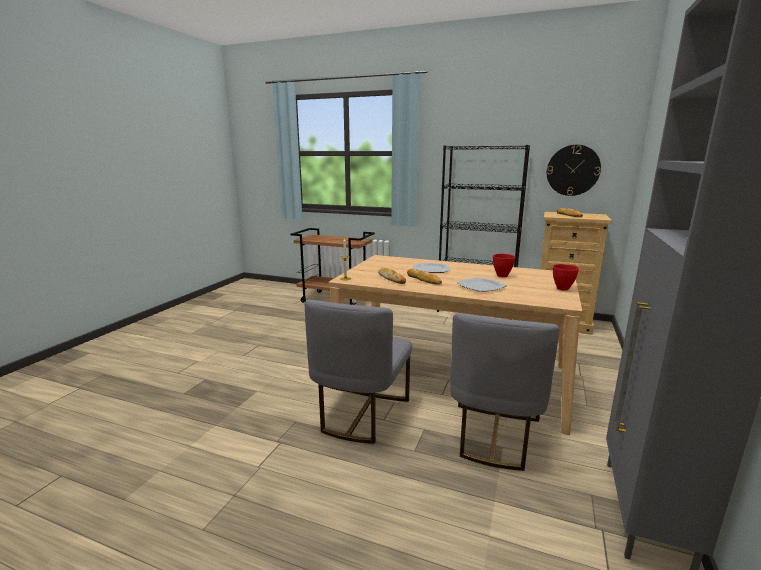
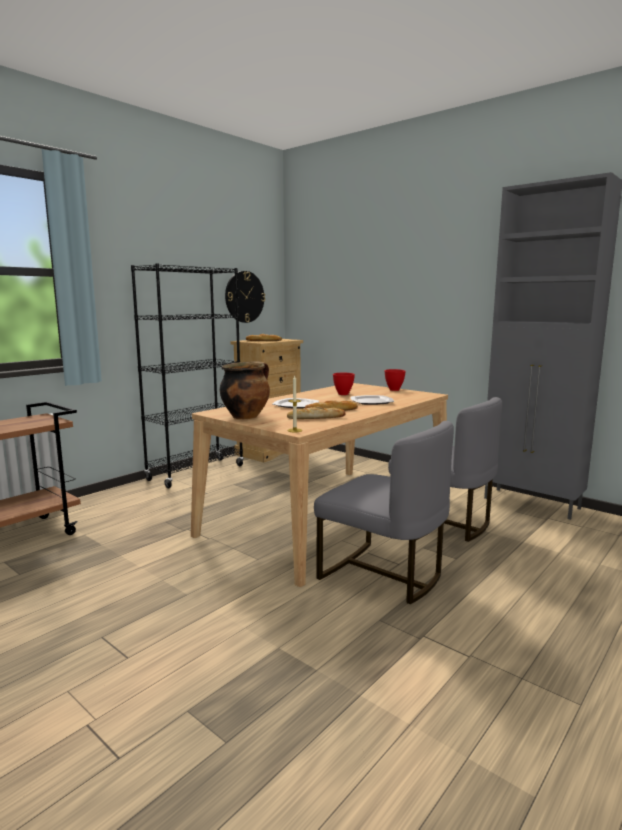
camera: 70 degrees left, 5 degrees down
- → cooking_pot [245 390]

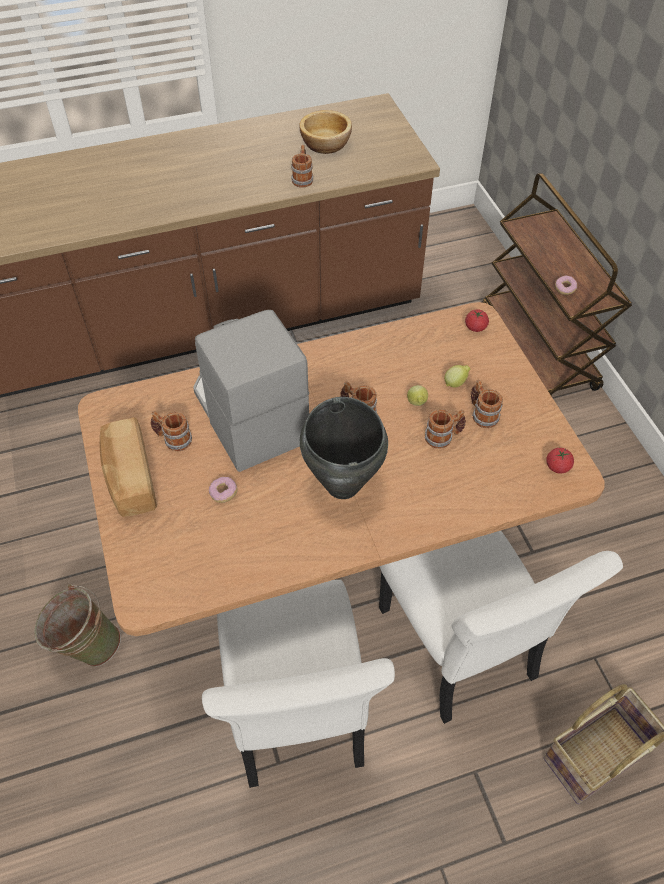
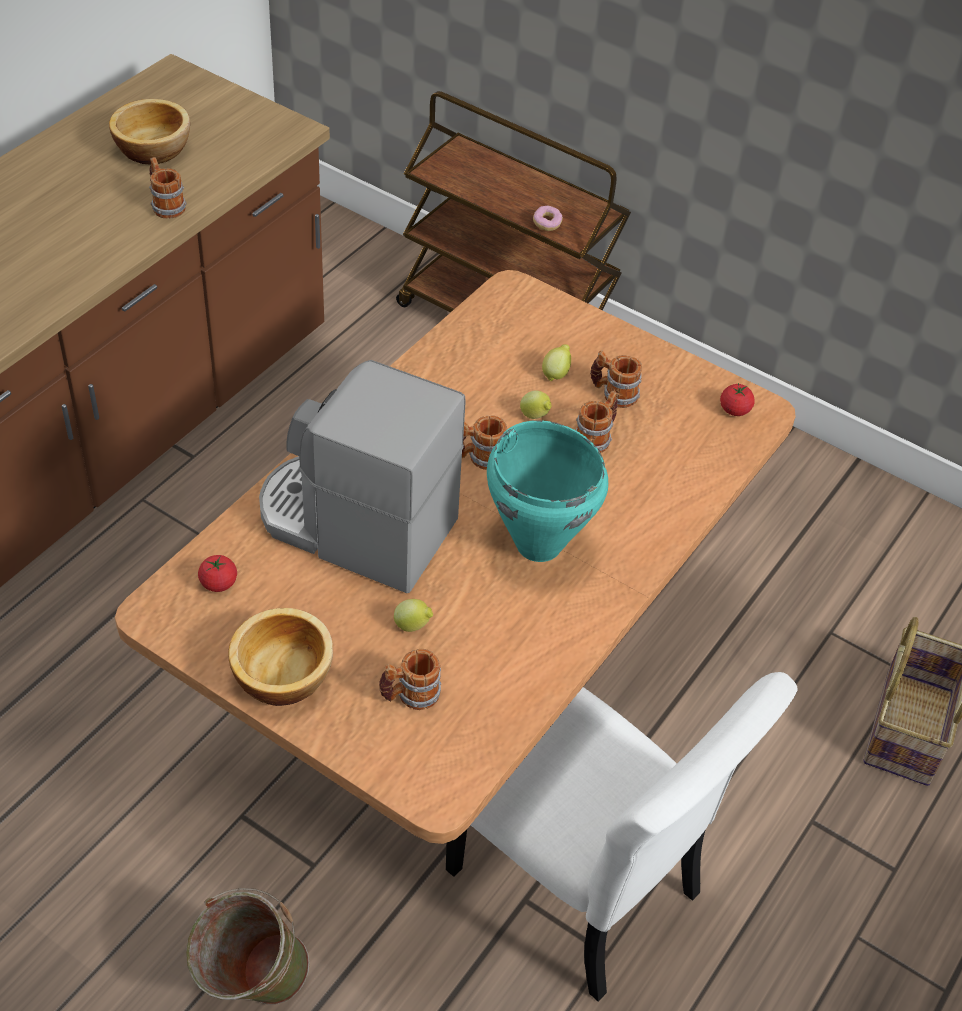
camera: 40 degrees left, 5 degrees down
tomato [477 320] → tomato [217 573], relocated
bread [128 467] → bowl [280 657]
mug [171 431] → mug [410 679], relocated
donut [223 490] → lemon [413 615]
black_cooking_pot [344 448] → turquoise_cooking_pot [547 491]
white_chair [501 627] → -

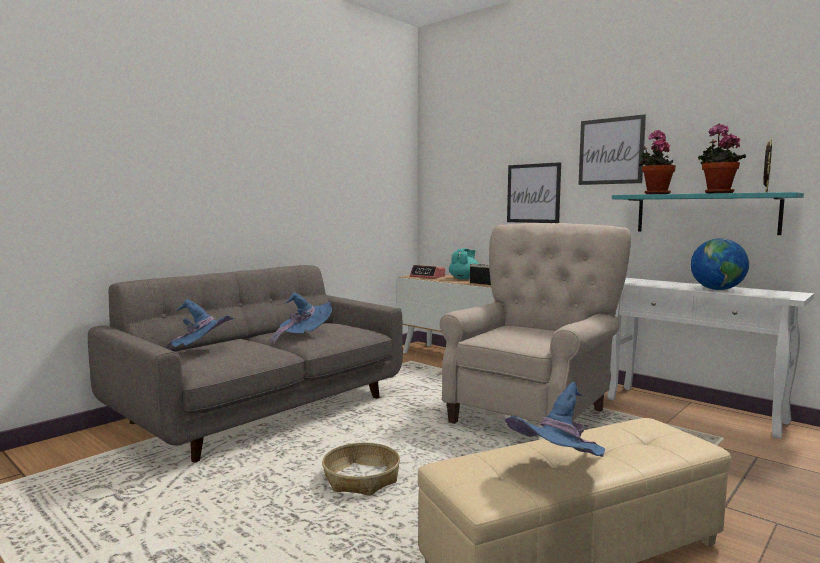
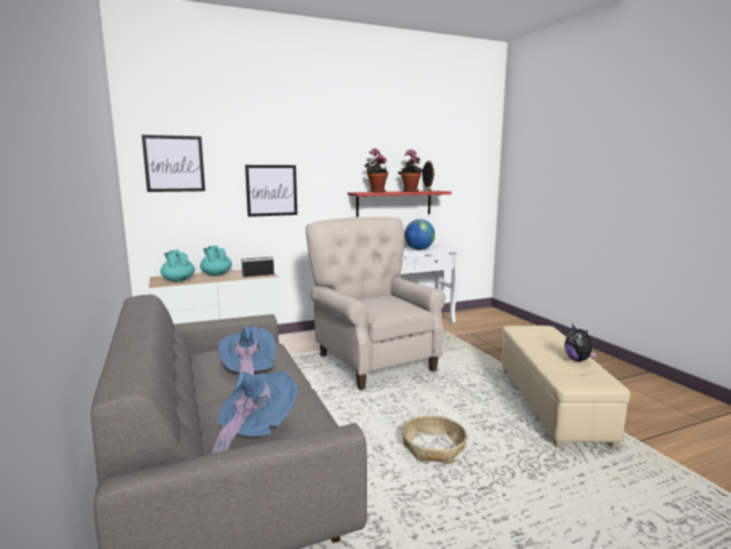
camera: 65 degrees left, 5 degrees up
picture [612 149] → picture [173 163], relocated
alarm_clock [427 272] → turquoise_teapot [177 266]
turquoise_shelf [708 213] → red_shelf [399 204]
blue_hat [555 419] → plush_toy [580 342]

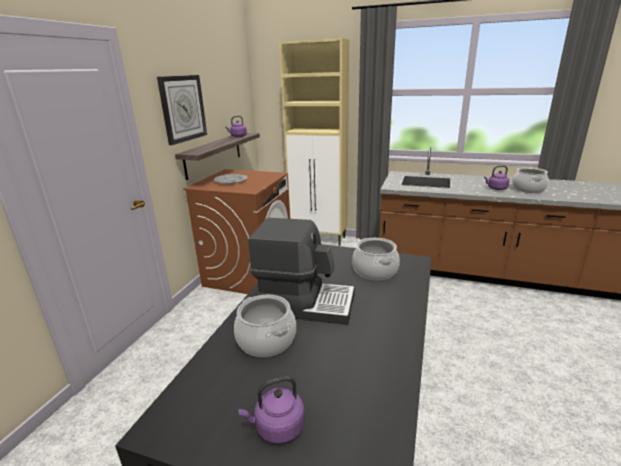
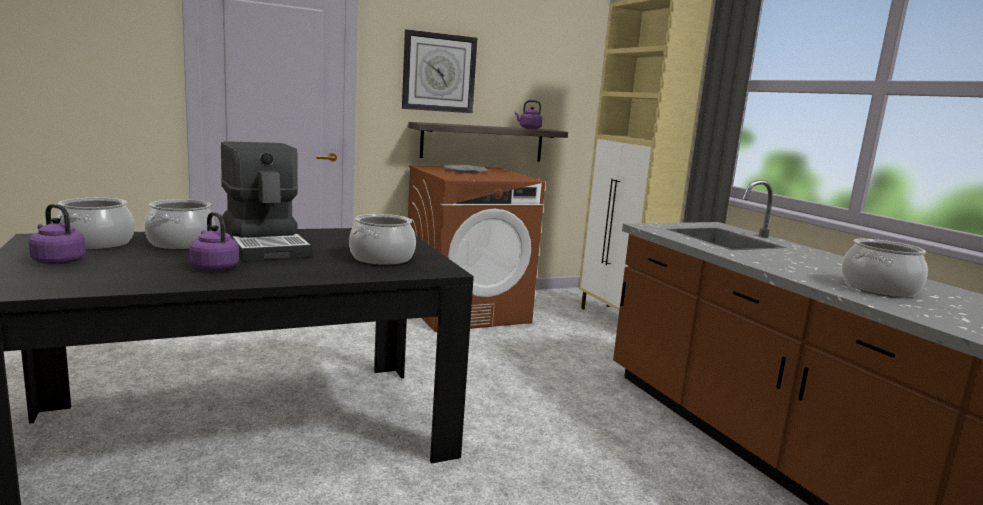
camera: 45 degrees right, 10 degrees down
- → cooking_pot [95 224]
purple_kettle [497 177] → purple_kettle [214 241], relocated

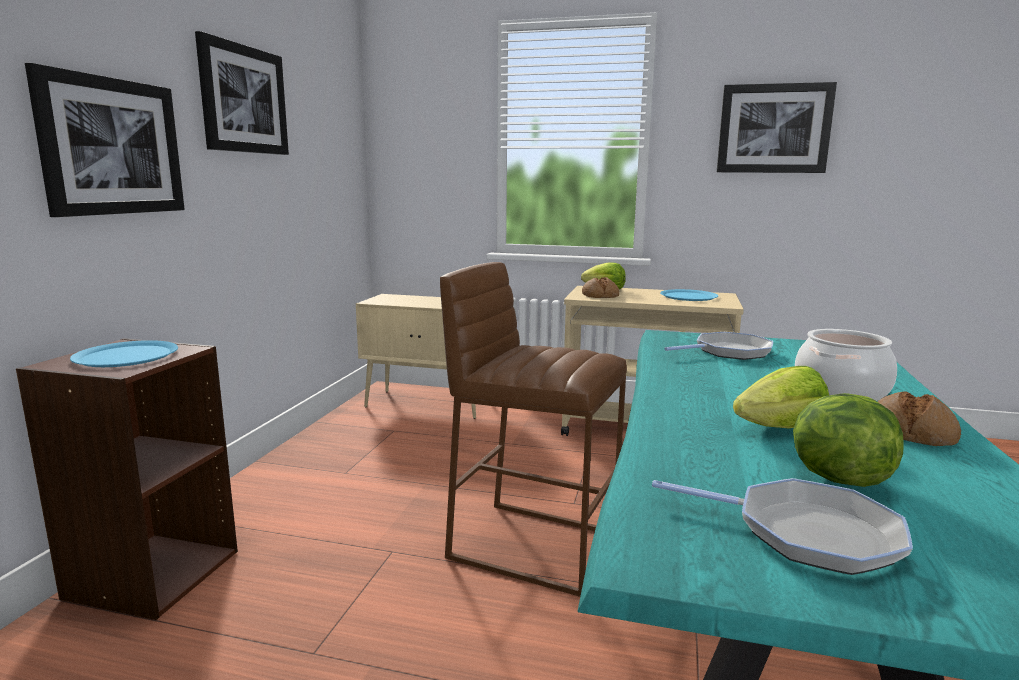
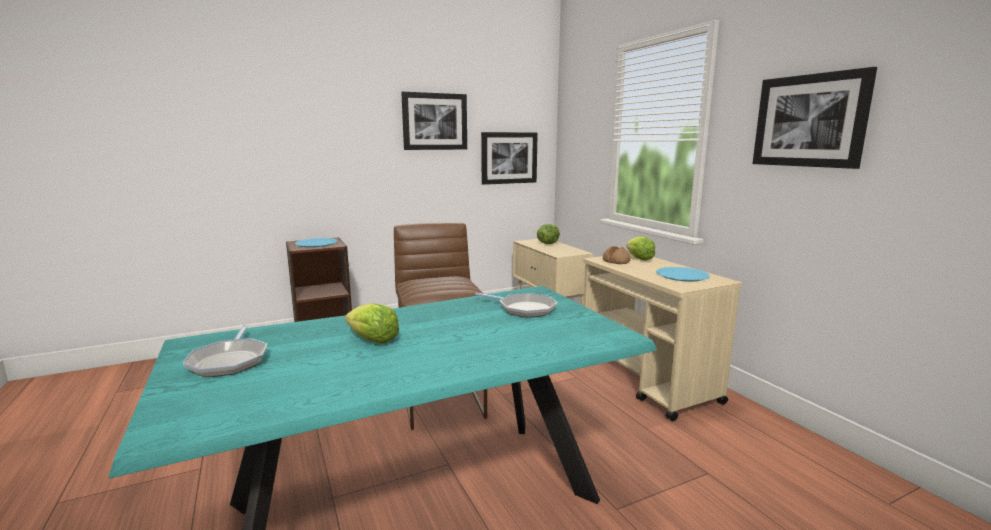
camera: 50 degrees right, 0 degrees up
picture [105 140] → picture [509 158], relocated
lettuce [848 440] → lettuce [548 234], relocated
cooking_pot [846 365] → -
bread [919 418] → -

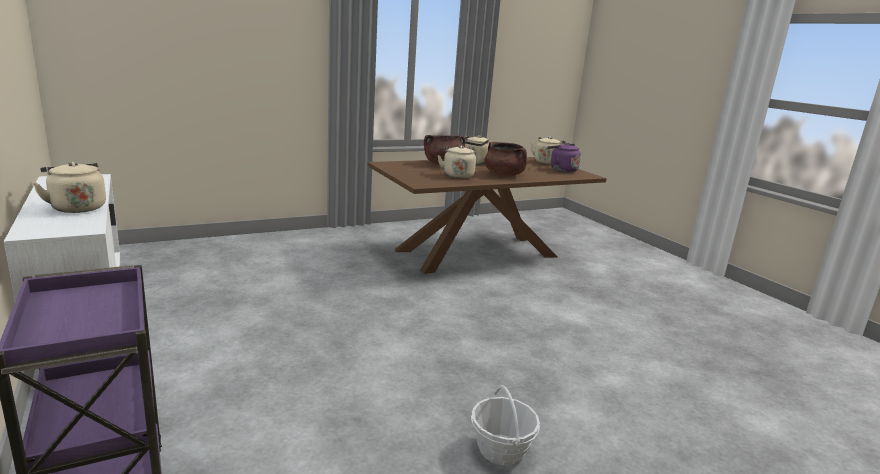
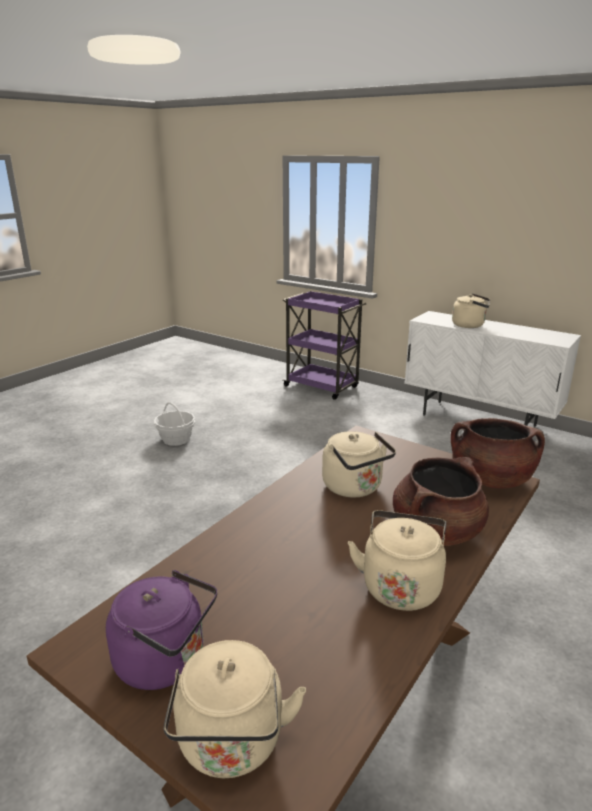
camera: 155 degrees right, 5 degrees up
brown_cooking_pot [505 159] → brown_cooking_pot [497 453], relocated

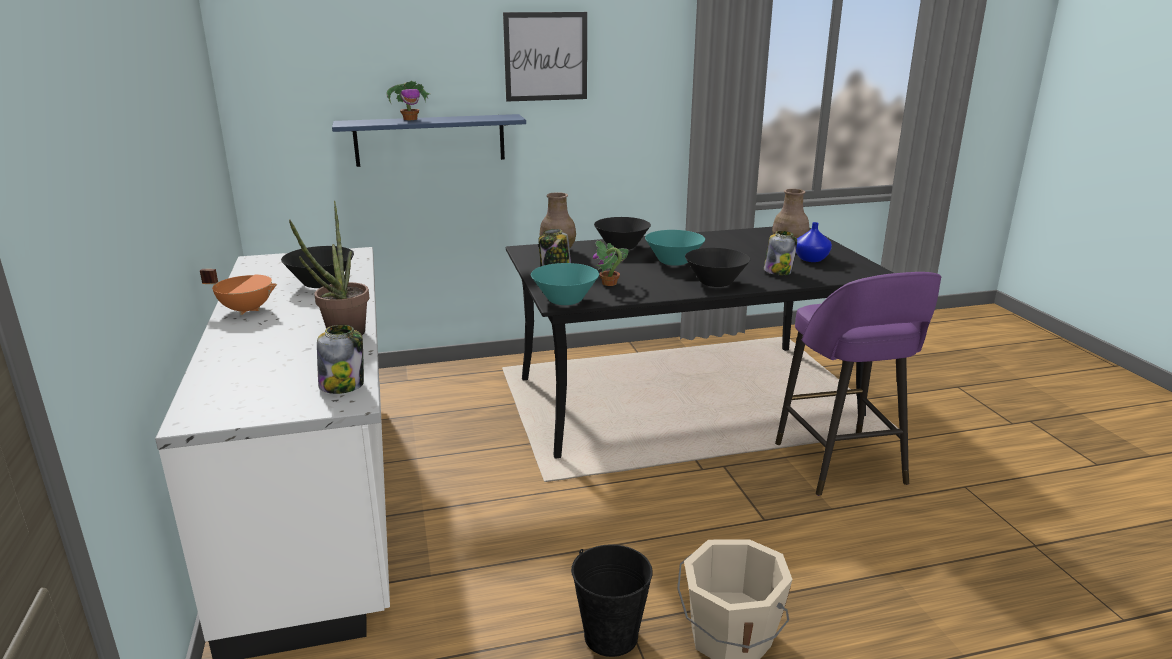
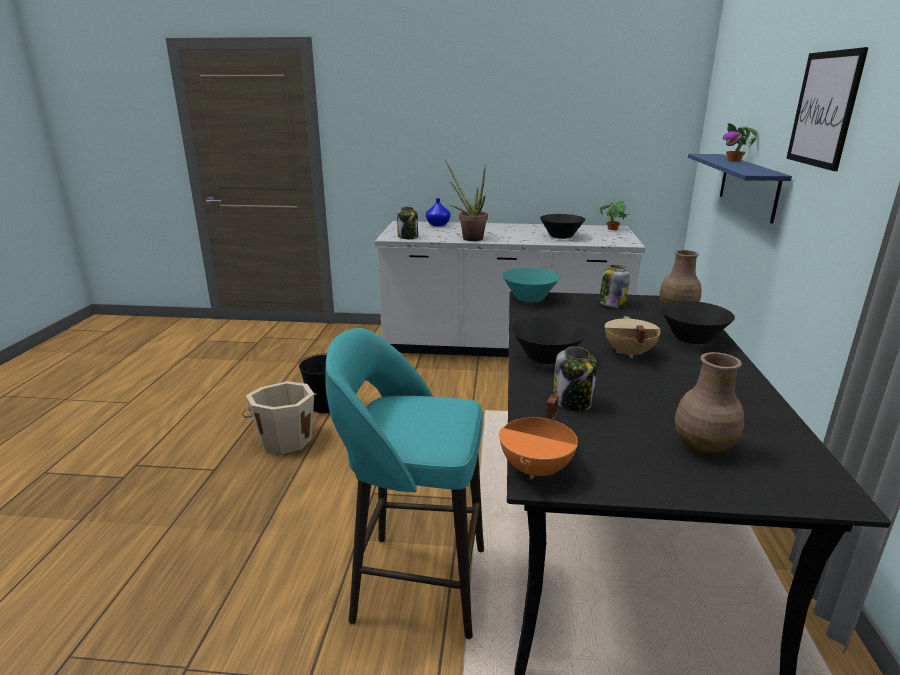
camera: 110 degrees right, 0 degrees up
purple_stool [858 384] → turquoise_stool [405 483]
blue_vase [814 242] → blue_vase [438 212], relocated
orange_cooking_pot [238 292] → orange_cooking_pot [538 437], relocated
potted_plant [611 263] → potted_plant [614 215], relocated
turquoise_bowl [675 248] → beige_cooking_pot [633 337]

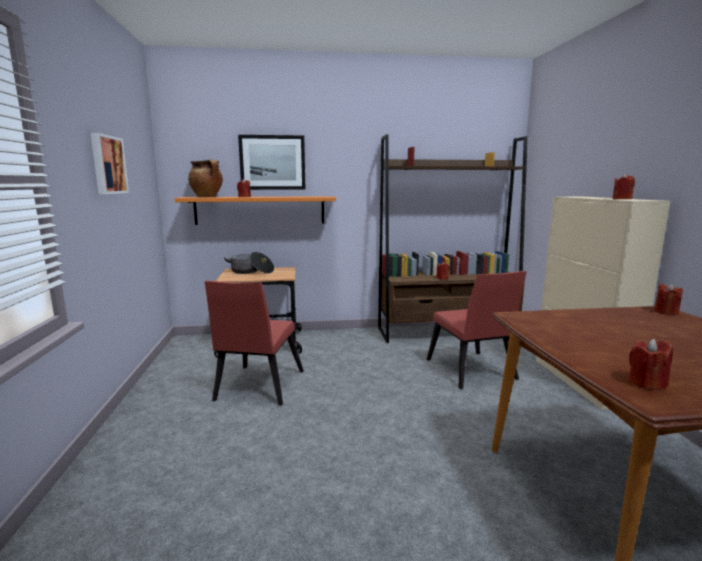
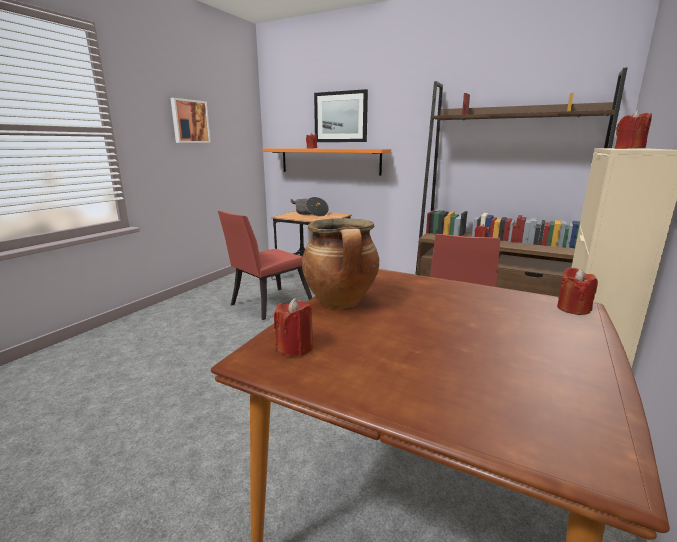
camera: 35 degrees right, 5 degrees up
cooking_pot [205 178] → cooking_pot [340 263], relocated

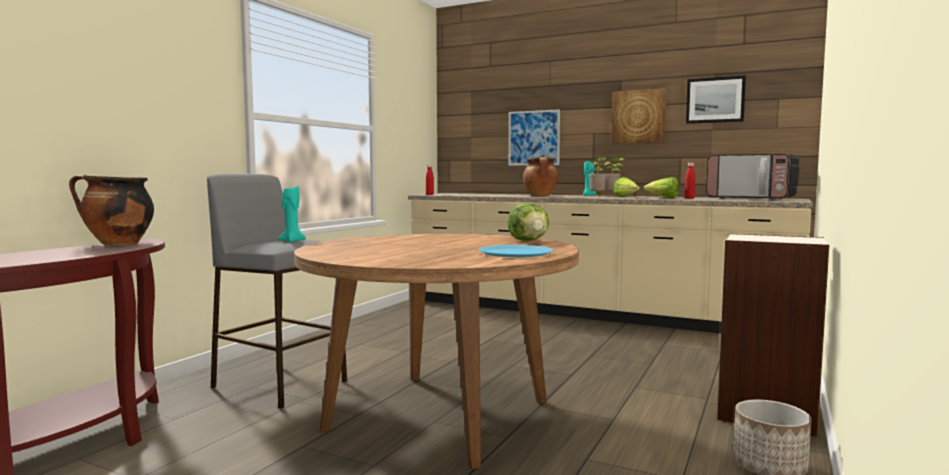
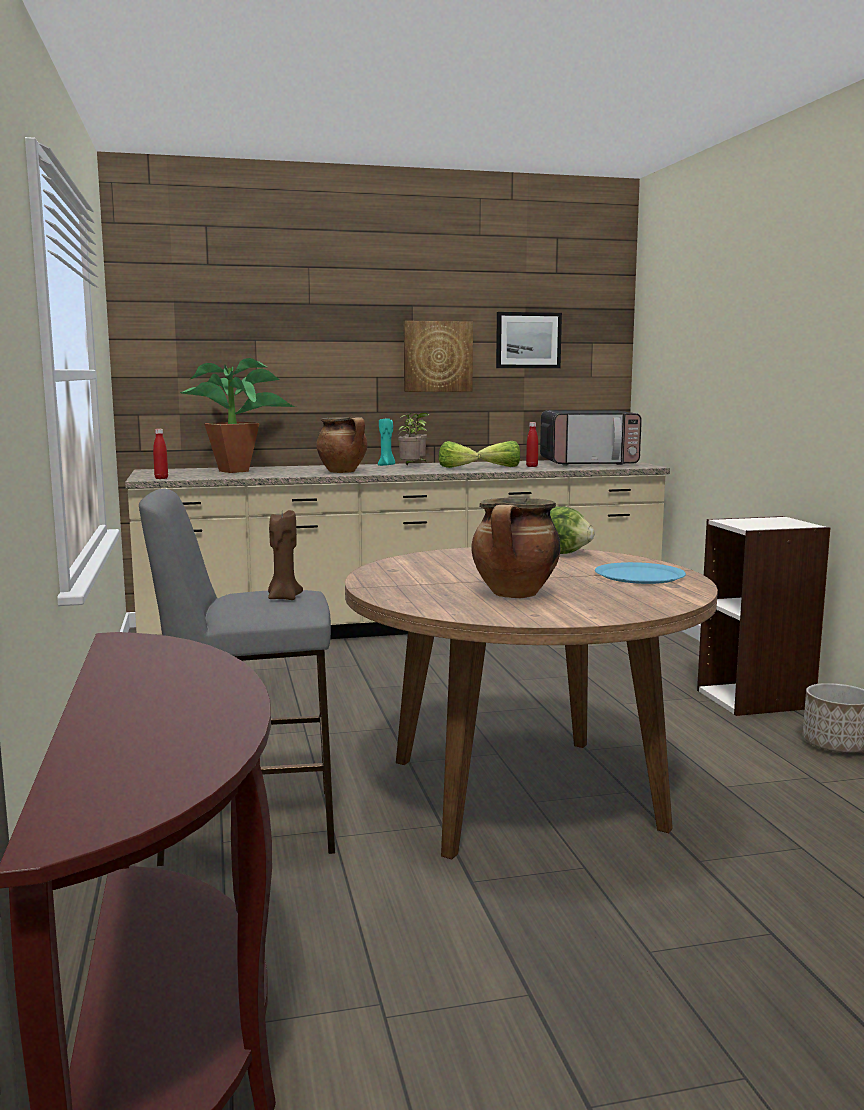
camera: 40 degrees left, 5 degrees up
- → potted_plant [238 415]
turquoise_candle [292 214] → brown_candle [285 555]
cooking_pot [111 209] → cooking_pot [515 548], relocated
picture [534 137] → -

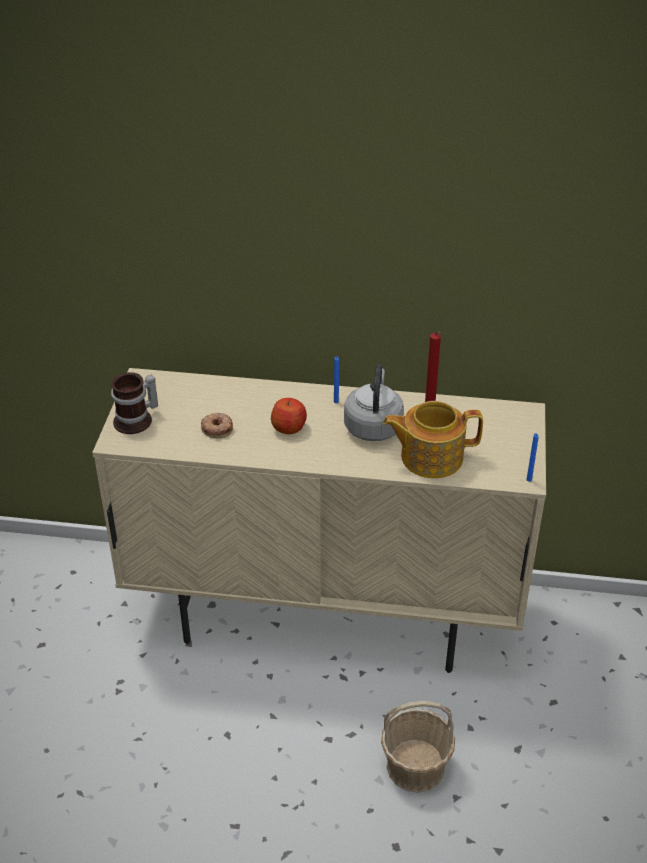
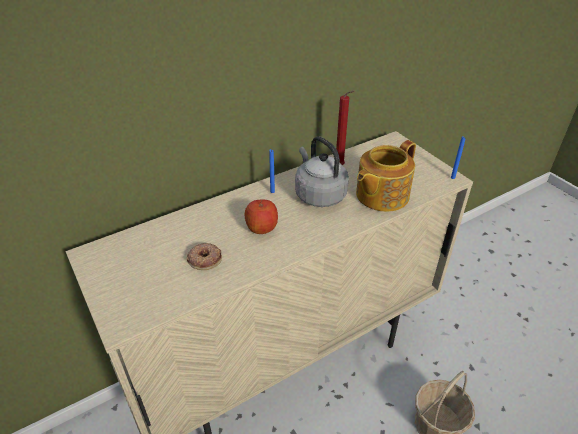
camera: 40 degrees left, 0 degrees up
mug [134 403] → -

